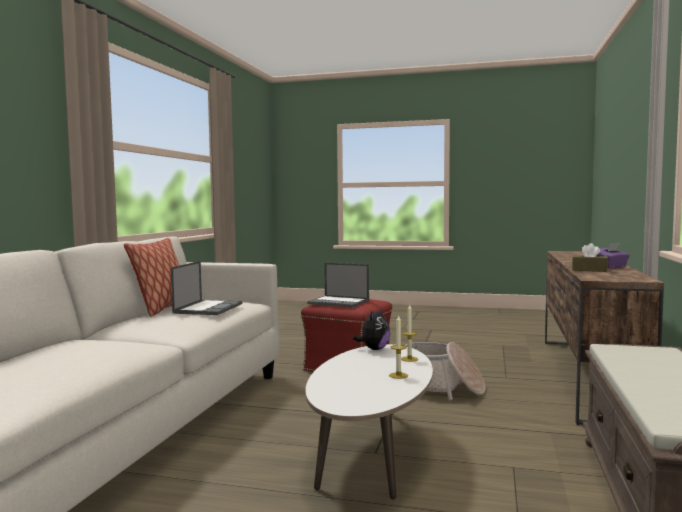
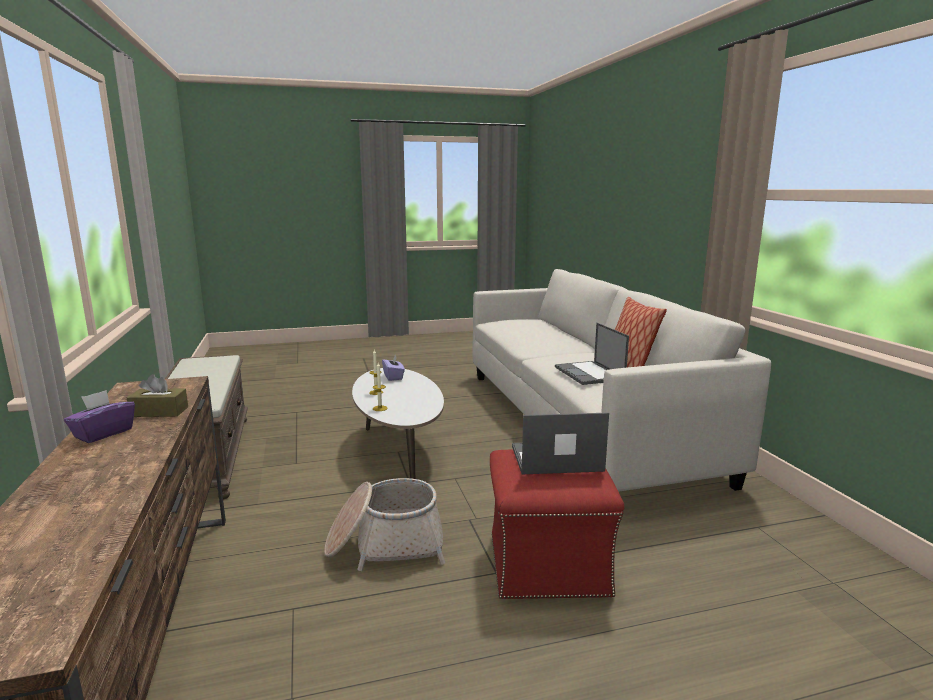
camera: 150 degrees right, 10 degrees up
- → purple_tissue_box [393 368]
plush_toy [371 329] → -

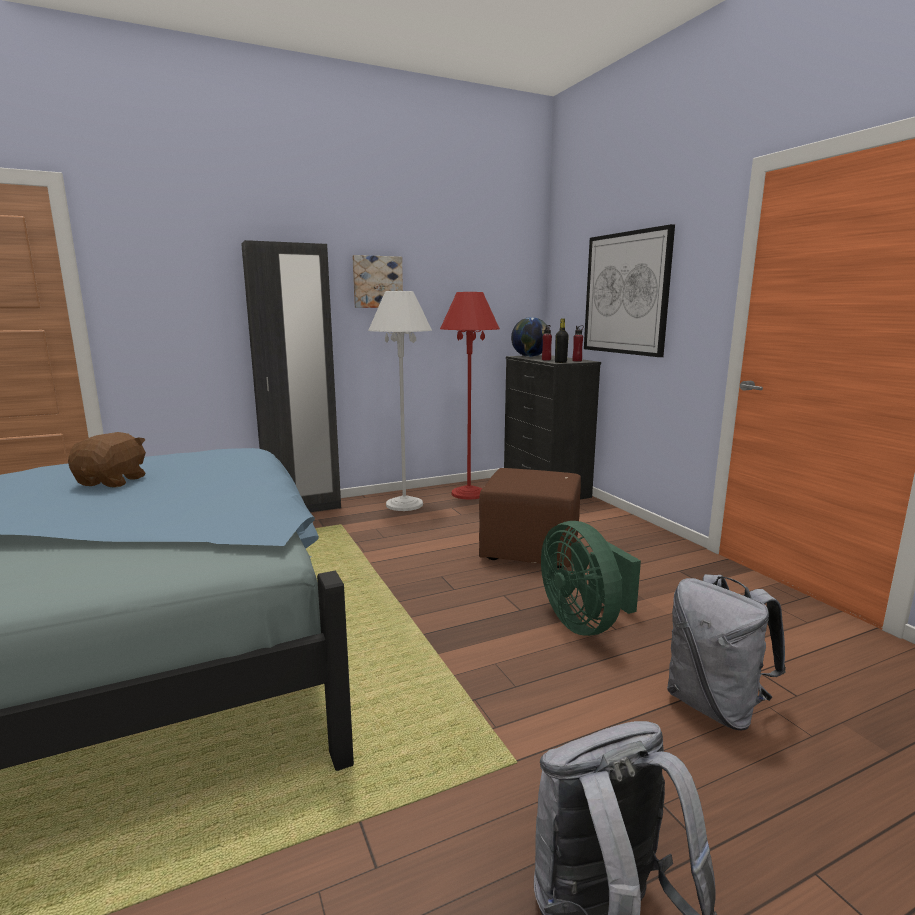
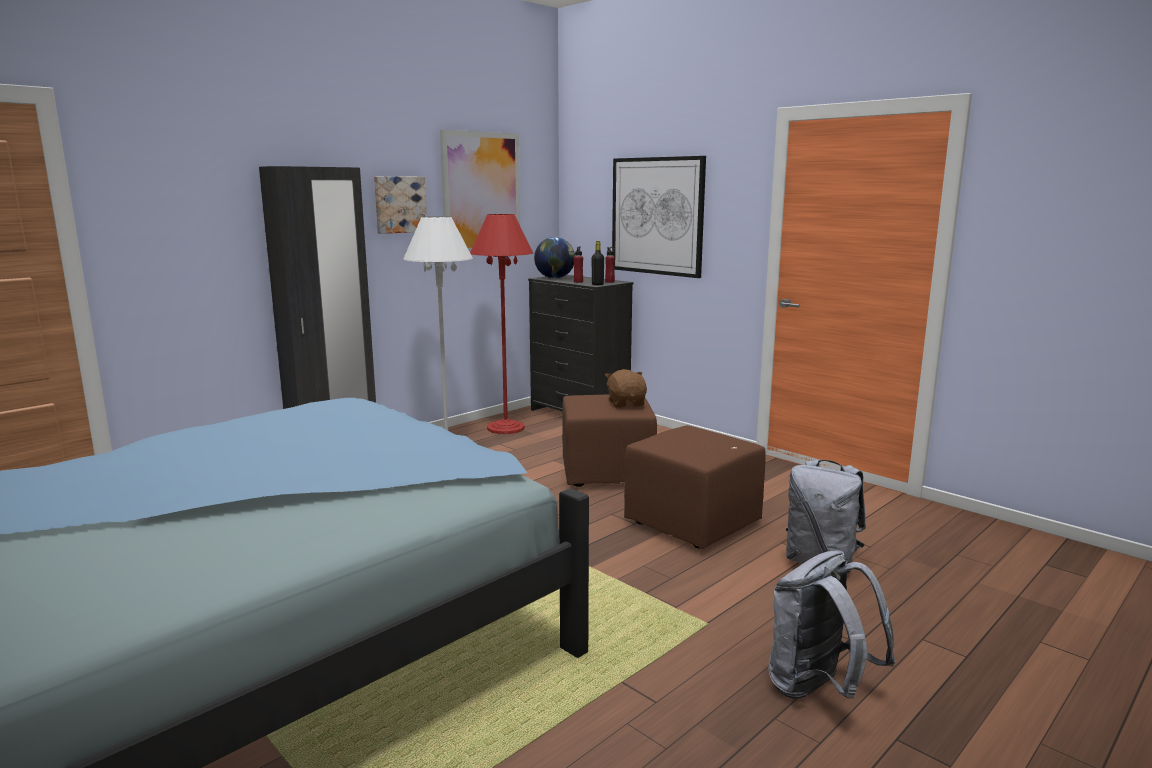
camera: 20 degrees left, 0 degrees up
- → picture [480 191]
brown_plush_toy [107 460] → brown_plush_toy [626 388], relocated
green_fan [591 578] → brown_ottoman [694 487]

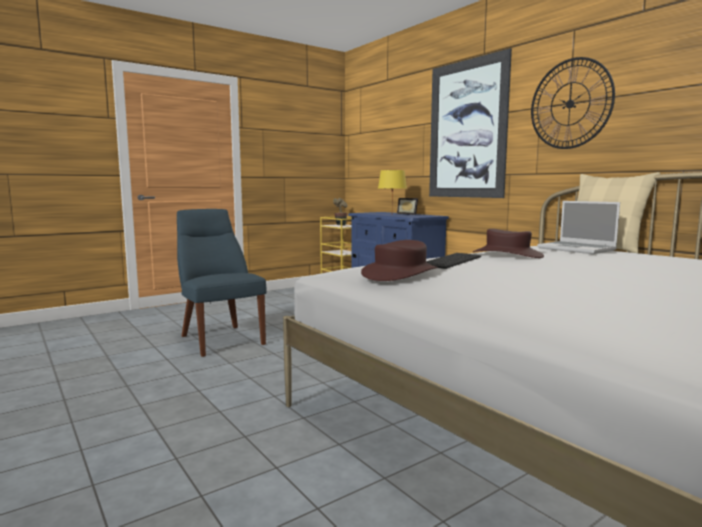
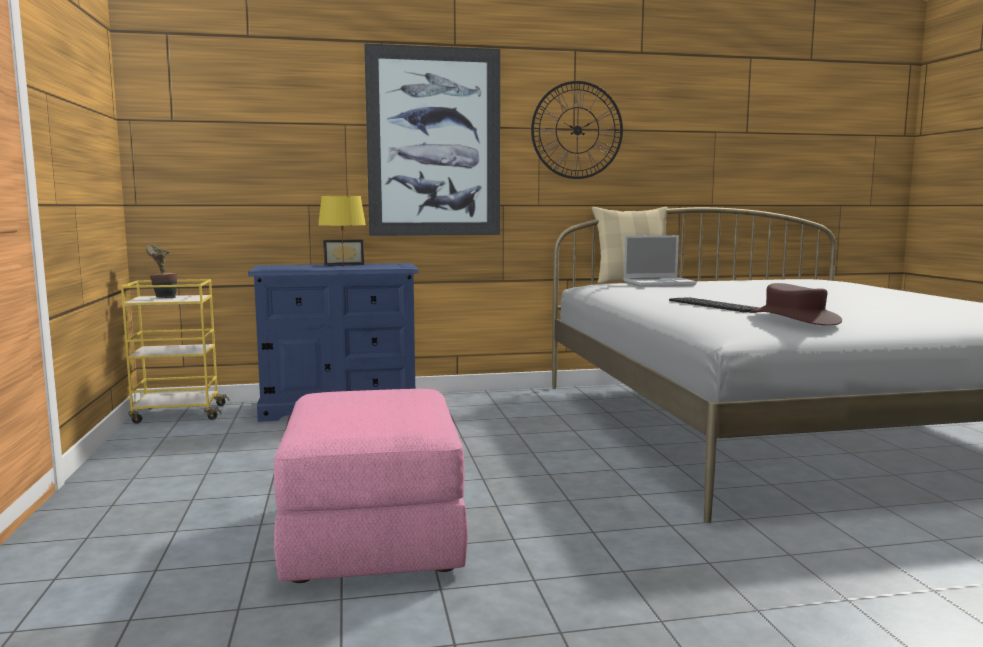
camera: 65 degrees left, 0 degrees up
blue_chair [222 283] → pink_ottoman [371 486]
brown_hat [508 243] → -

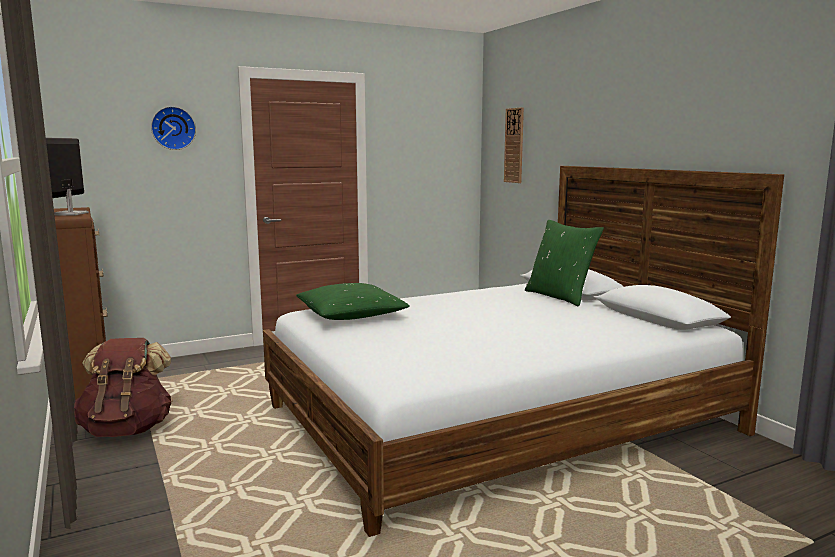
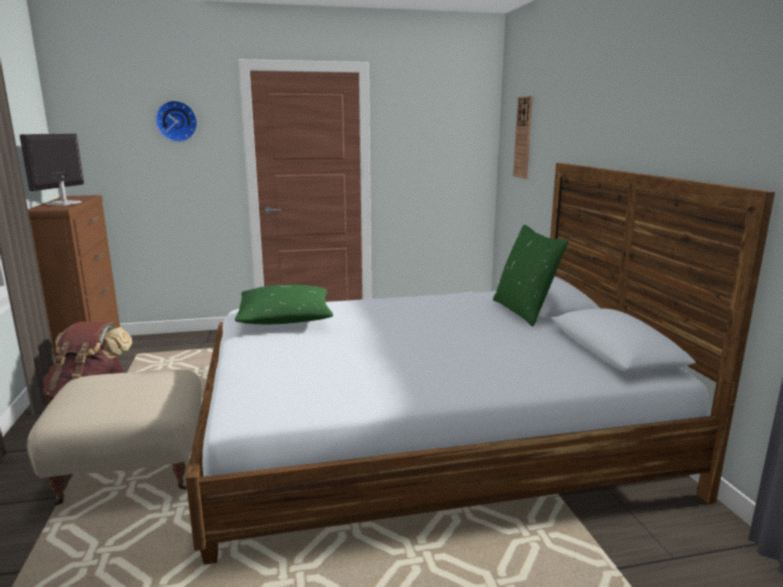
camera: 15 degrees right, 5 degrees up
- → beige_ottoman [114 437]

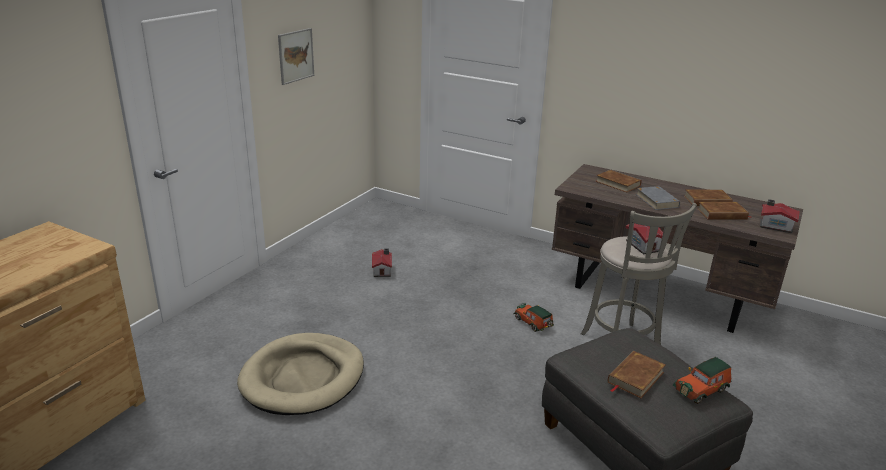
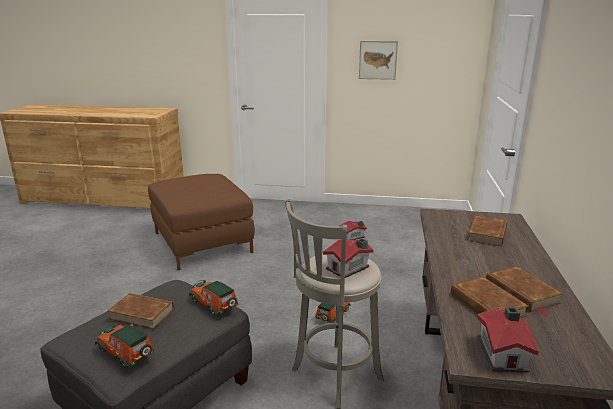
camera: 70 degrees right, 5 degrees down
beige_dog_bed [300 374] → brown_ottoman [201 222]
- → toy_car [213 297]
grey_book [658 198] → -

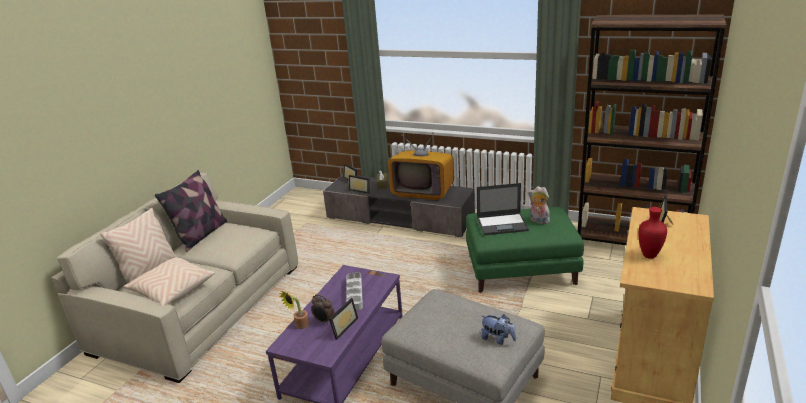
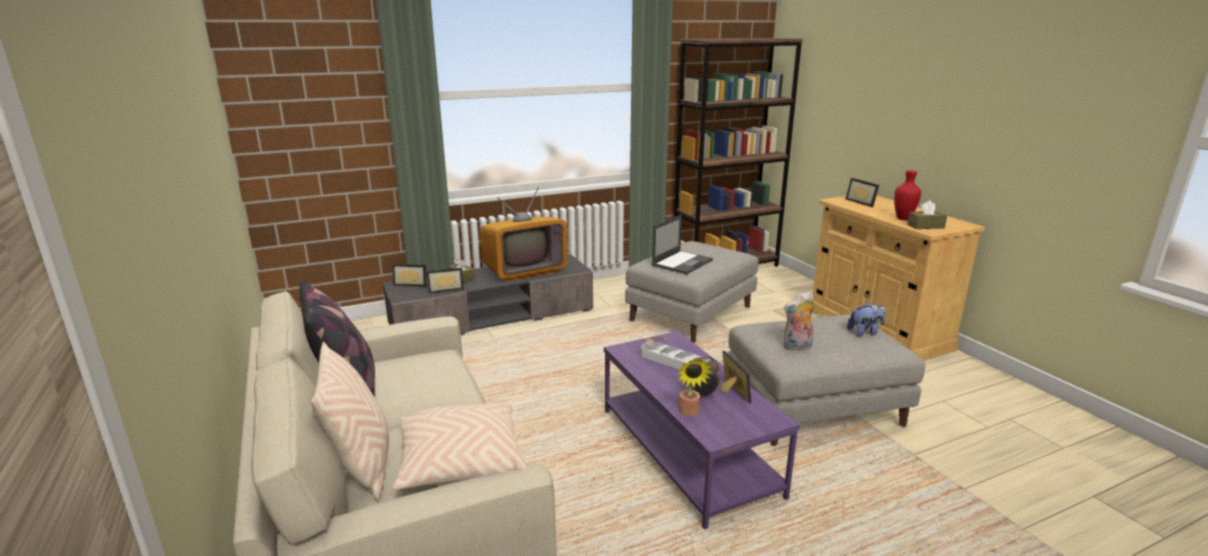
camera: 50 degrees left, 5 degrees down
green_ottoman [525 250] → grey_ottoman [692 292]
plush_toy [539 205] → plush_toy [799 321], relocated
- → brown_tissue_box [927 215]

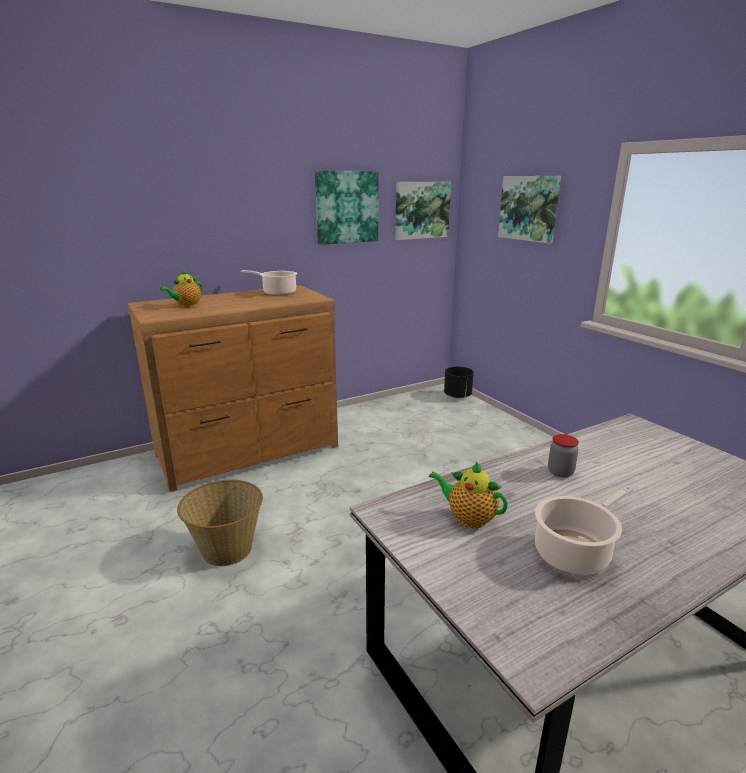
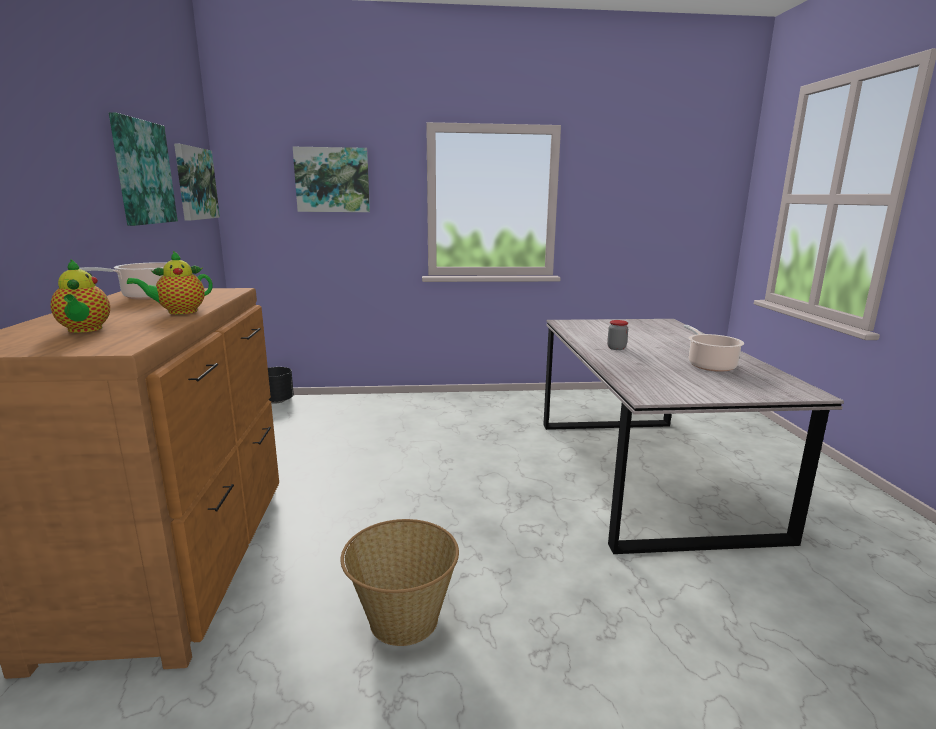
camera: 65 degrees left, 5 degrees down
teapot [468 495] → teapot [169 282], relocated

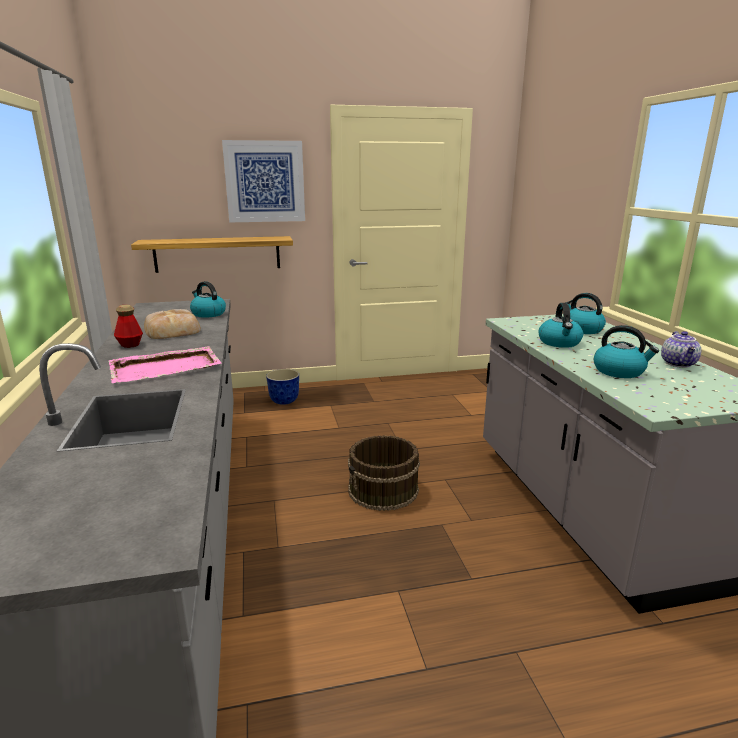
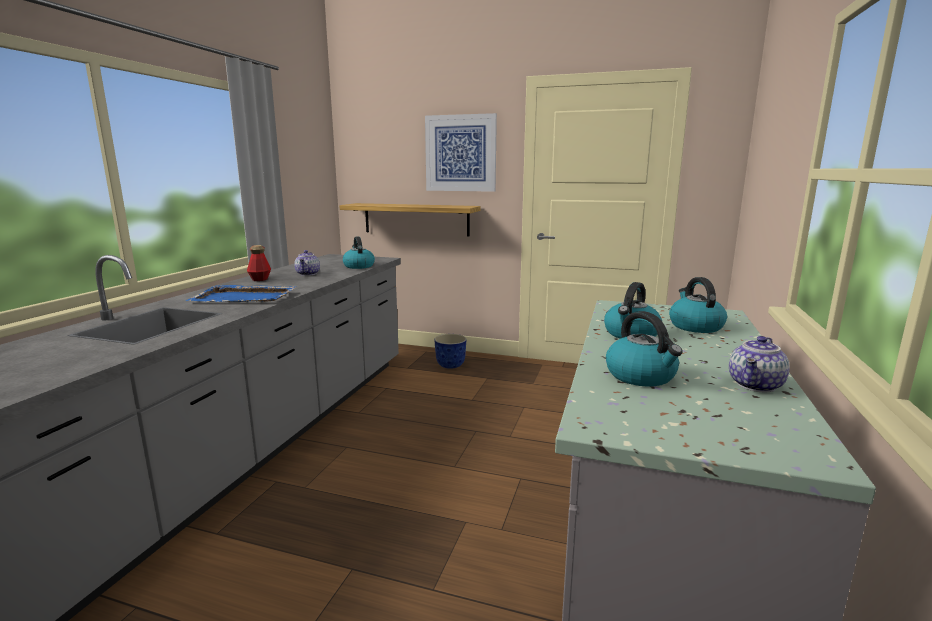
camera: 30 degrees right, 5 degrees down
pink_tray [165 364] → blue_tray [241 293]
bread [172 324] → teapot [307 263]
brown_bucket [384 473] → -

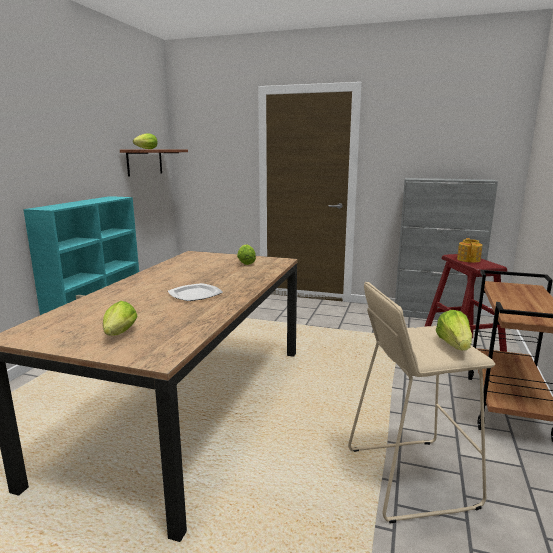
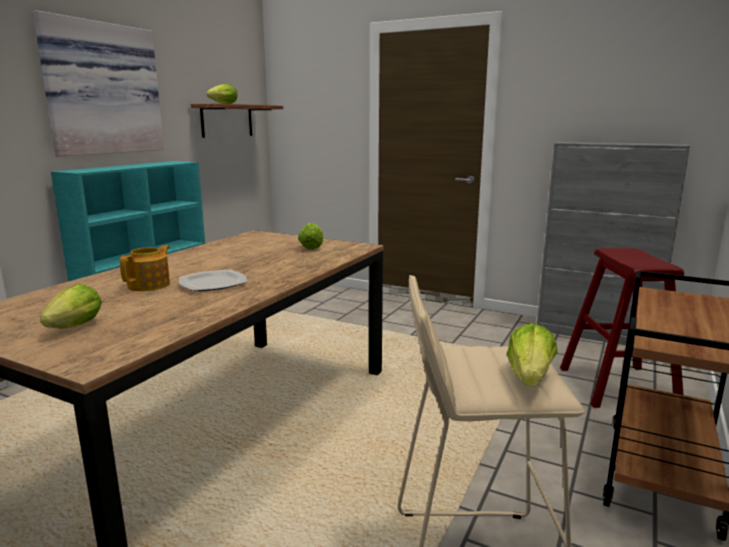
camera: 10 degrees right, 0 degrees up
- → picture [98 84]
teapot [470 250] → teapot [144 268], relocated

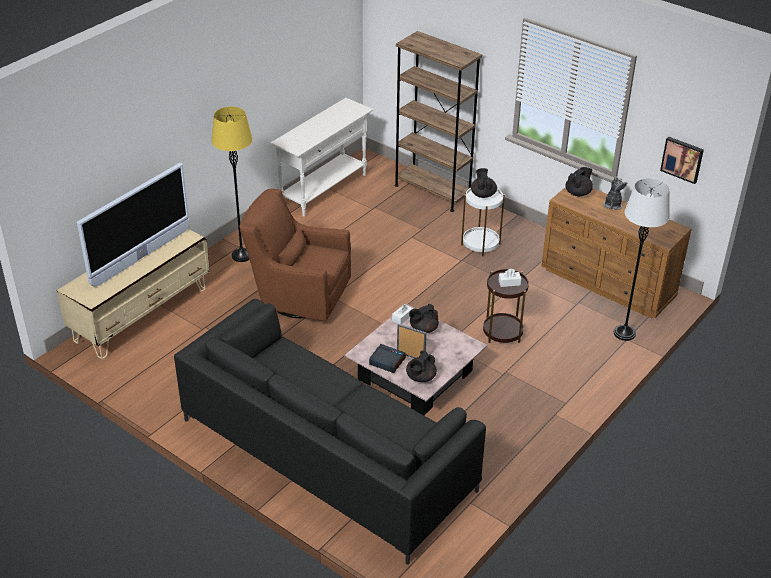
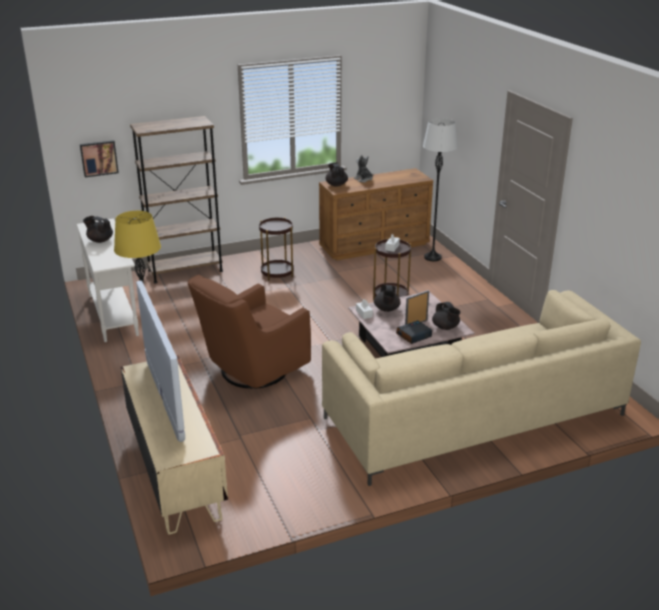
camera: 60 degrees left, 10 degrees down
picture [682 160] → picture [99 158], relocated
black_teapot [484 183] → black_teapot [98 229], relocated
white_side_table [483 222] → brown_side_table [276 249]
black_sofa [330 432] → beige_sofa [481 388]

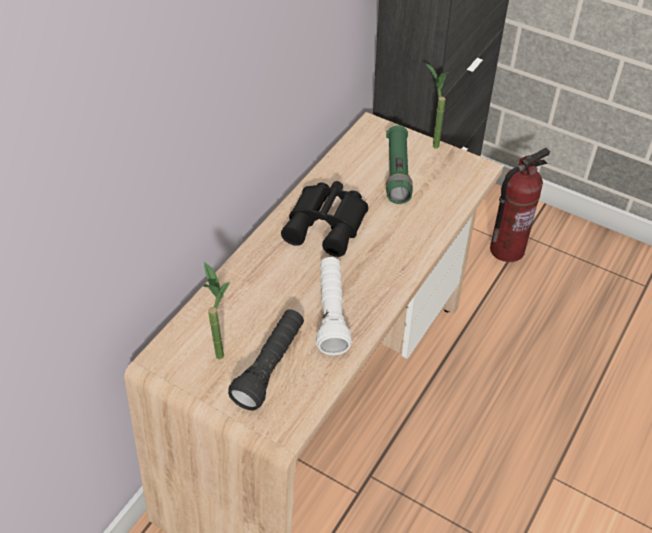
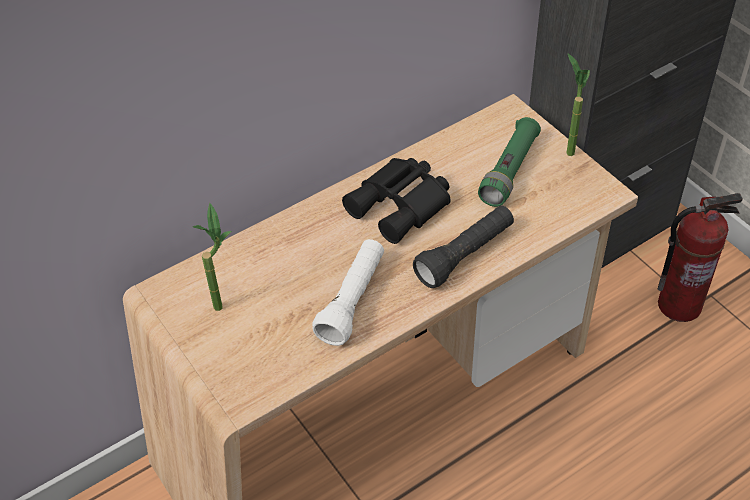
camera: 25 degrees right, 0 degrees up
black_flashlight [266 360] → black_flashlight [463 246], relocated

